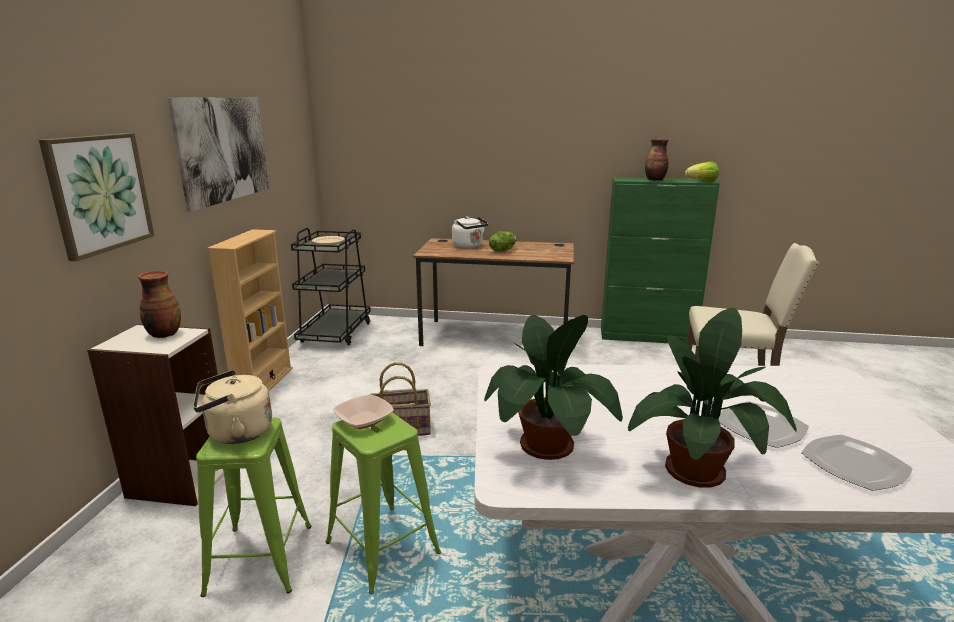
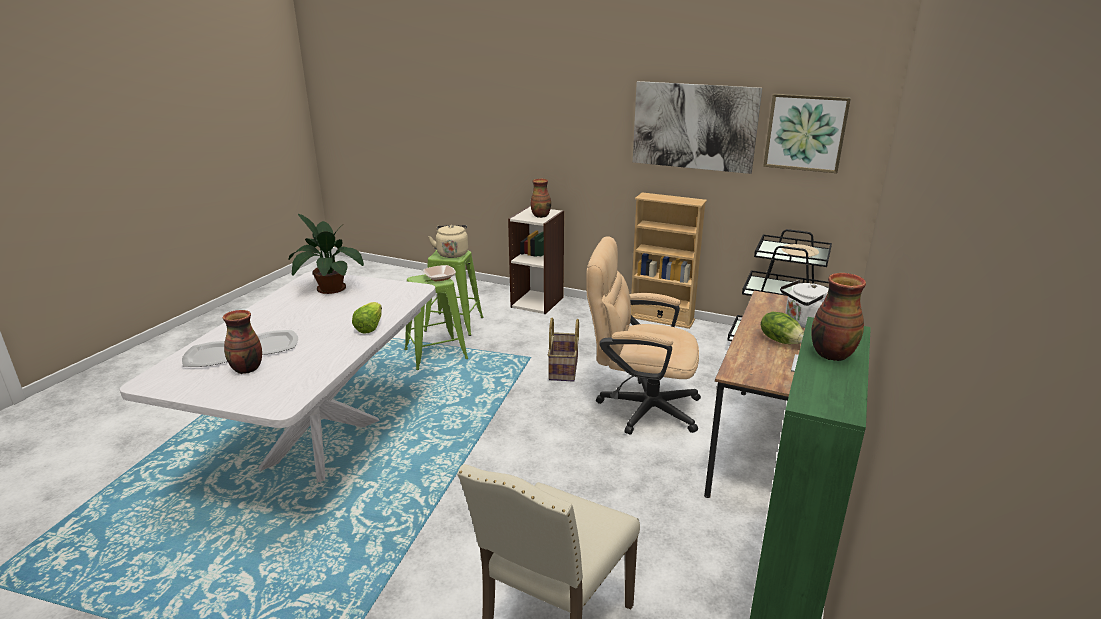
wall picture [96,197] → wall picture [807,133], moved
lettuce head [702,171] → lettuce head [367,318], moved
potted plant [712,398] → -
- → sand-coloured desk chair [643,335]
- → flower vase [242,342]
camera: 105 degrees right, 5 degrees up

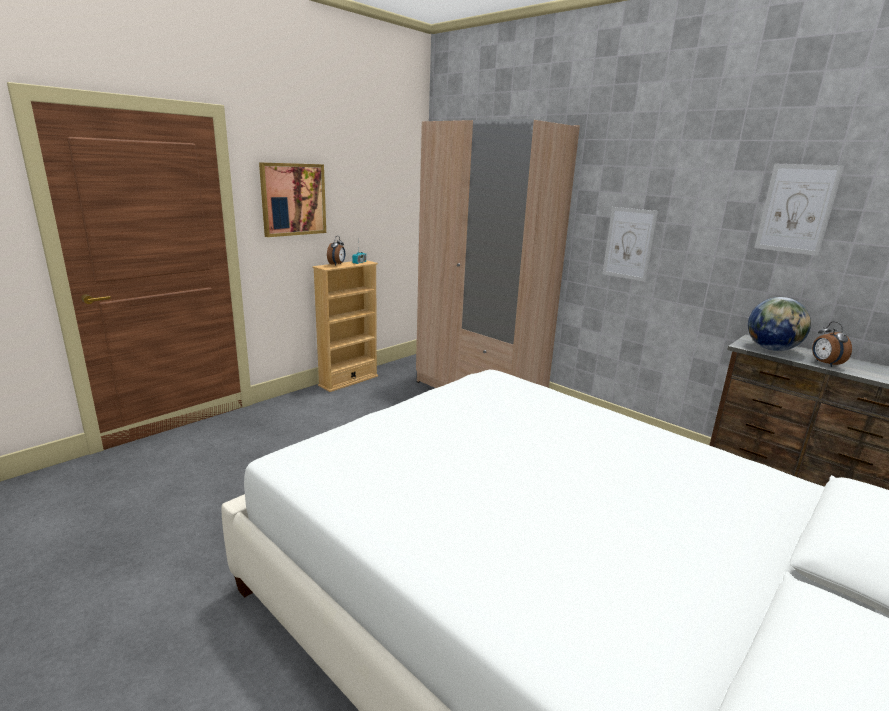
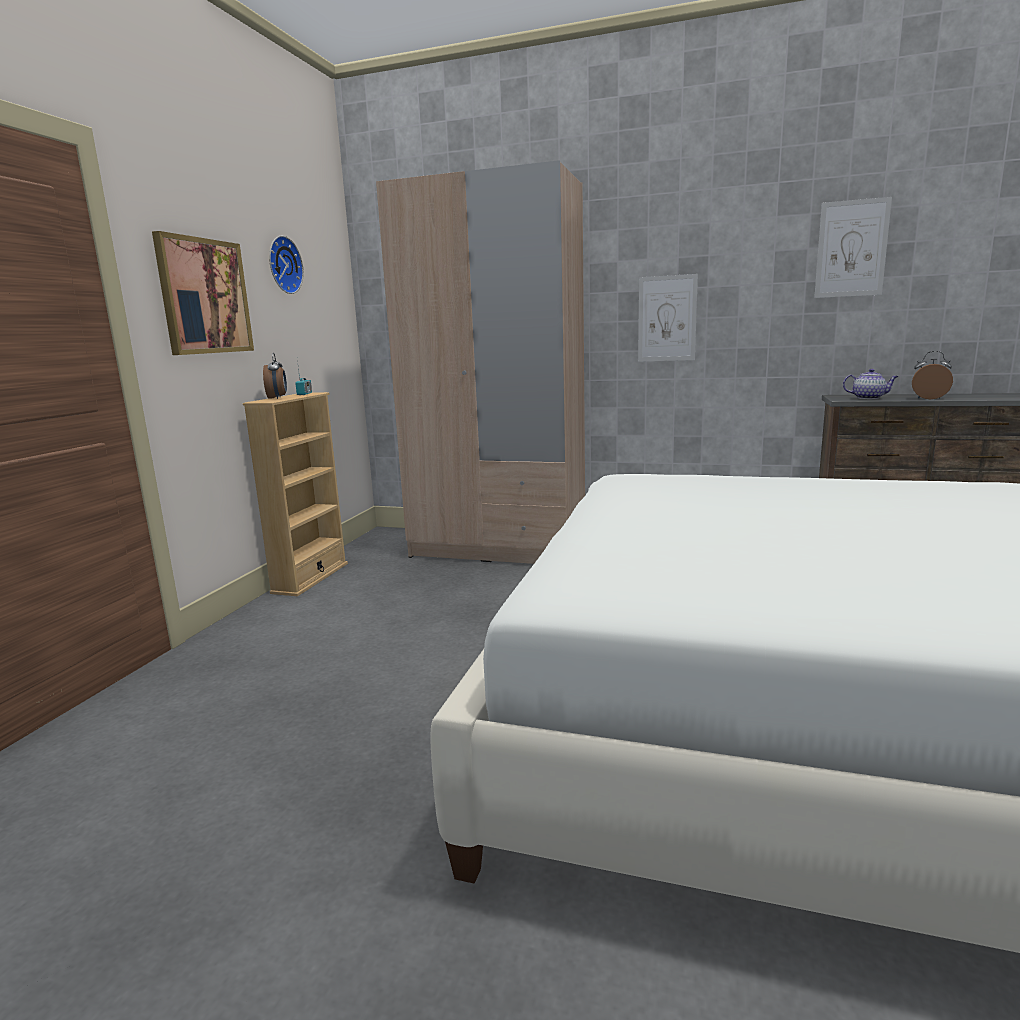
world globe [779,324] → pot for tea [870,384]
bedside clock [832,344] → bedside clock [932,375], 150 degrees clockwise
- → wall clock [286,265]
camera: 25 degrees left, 5 degrees down

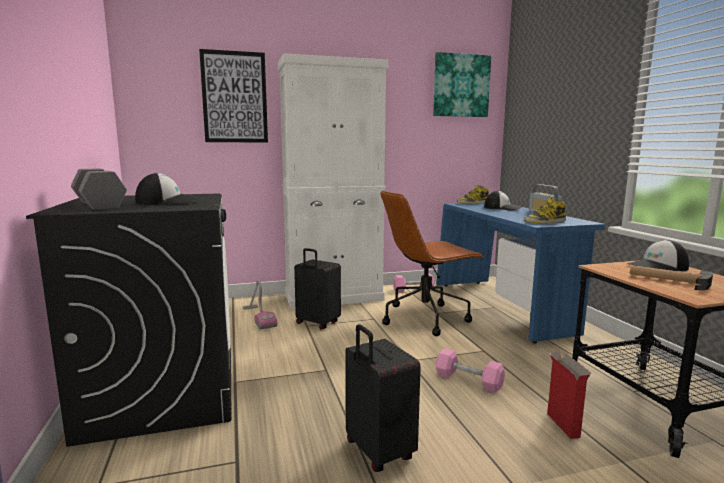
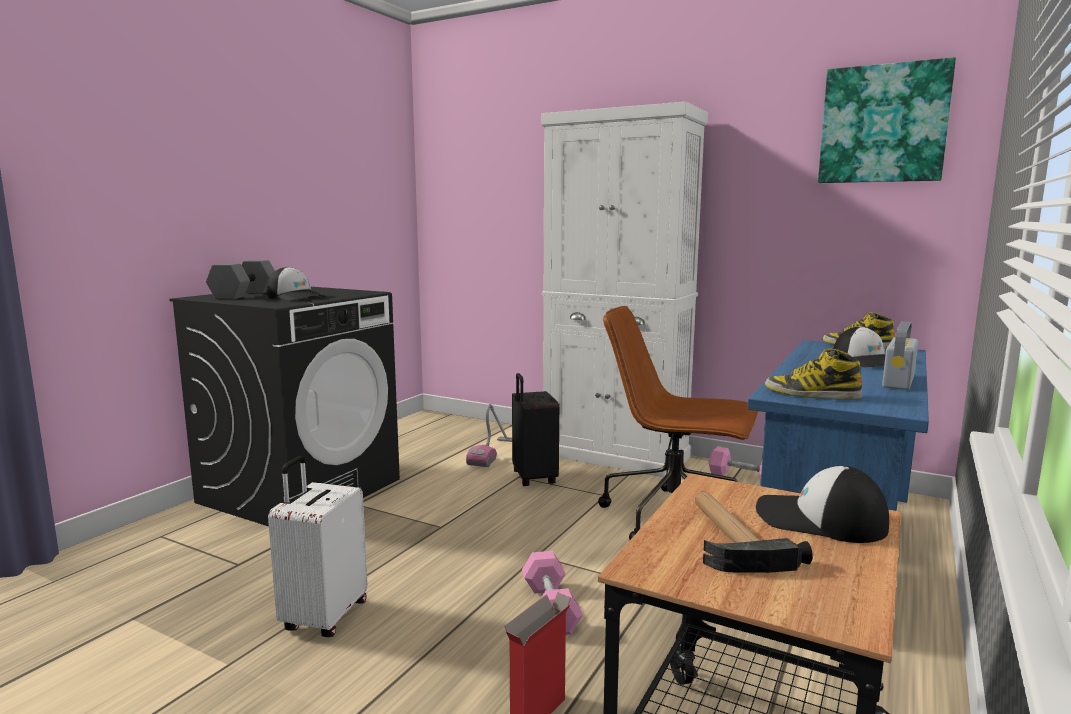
wall picture [233,96] → -
black-coloured suitcase [383,398] → white suitcase [318,546]
camera: 45 degrees right, 0 degrees up

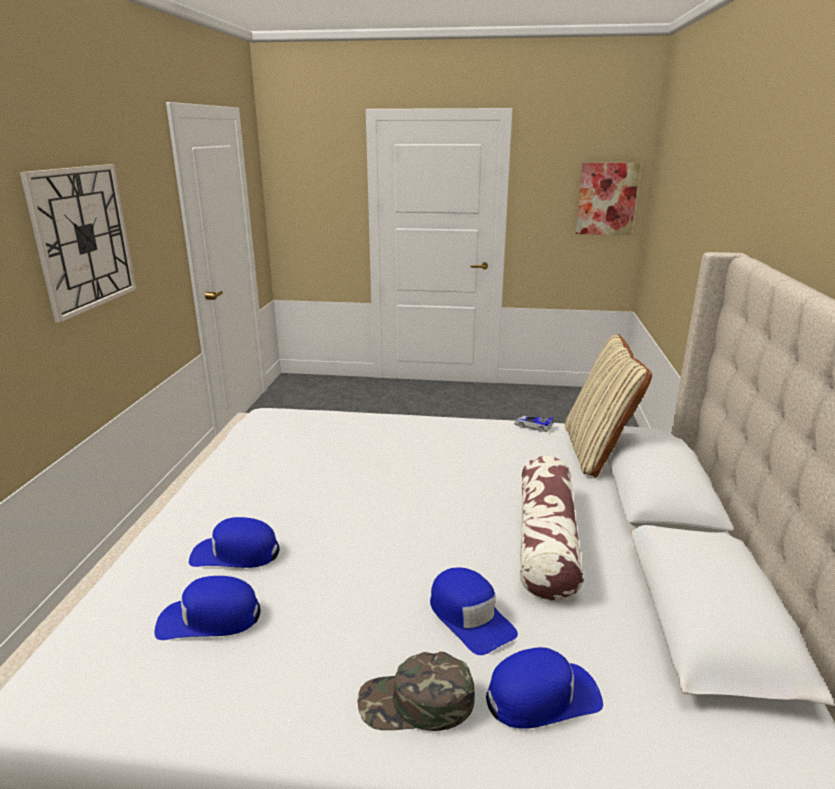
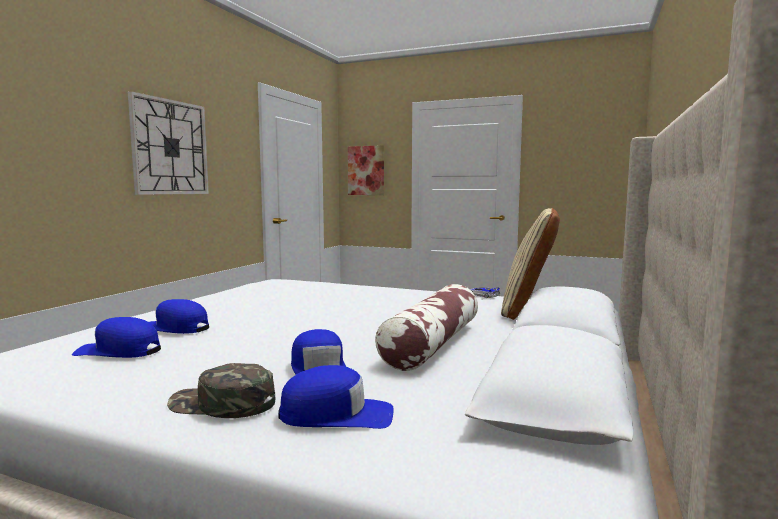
wall picture [608,199] → wall picture [366,170], moved
camera: 15 degrees right, 15 degrees down

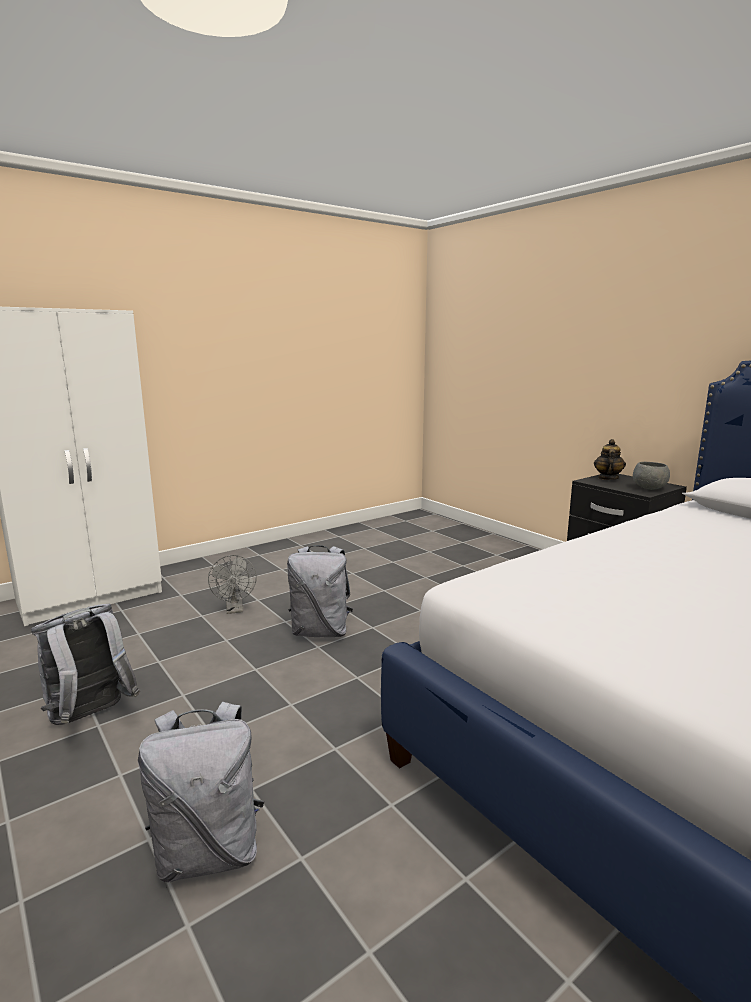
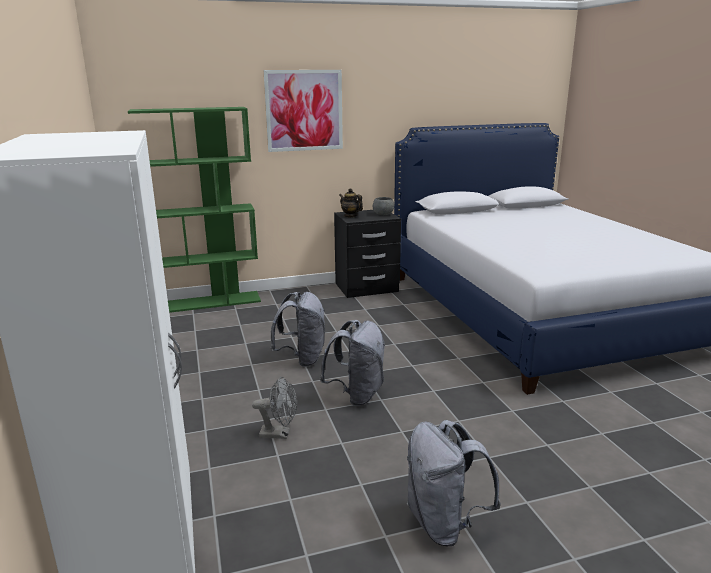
gray backpack [201,792] → gray backpack [297,329], moved
- → wall picture [303,111]
- → green bookshelf [194,210]
camera: 70 degrees left, 5 degrees up

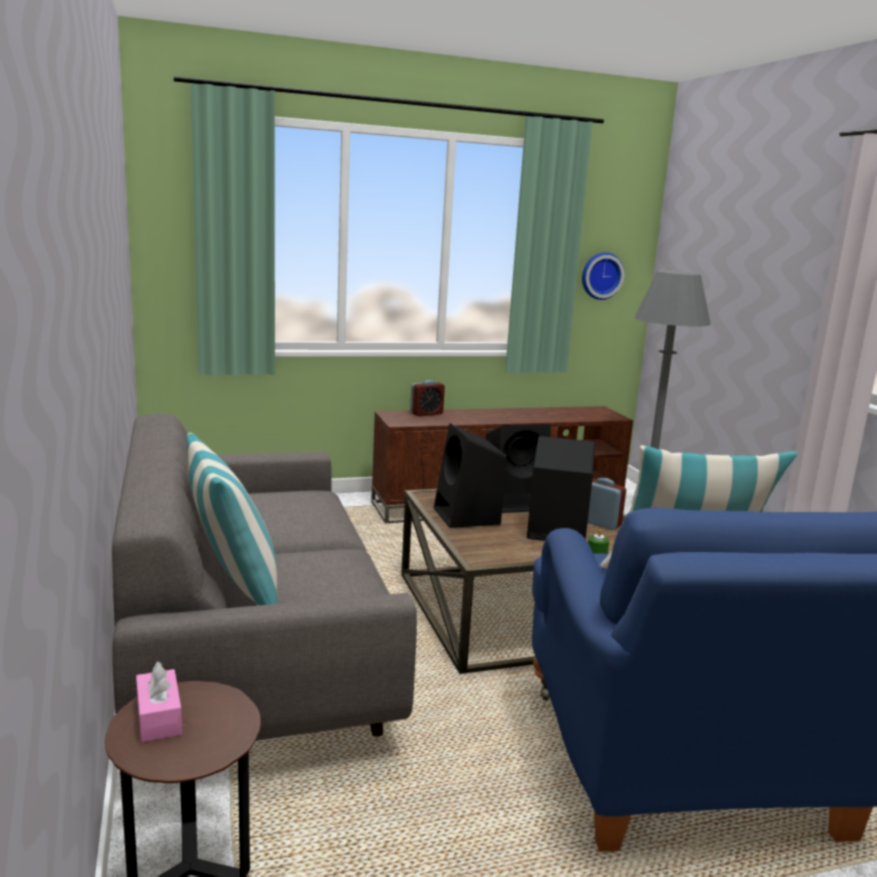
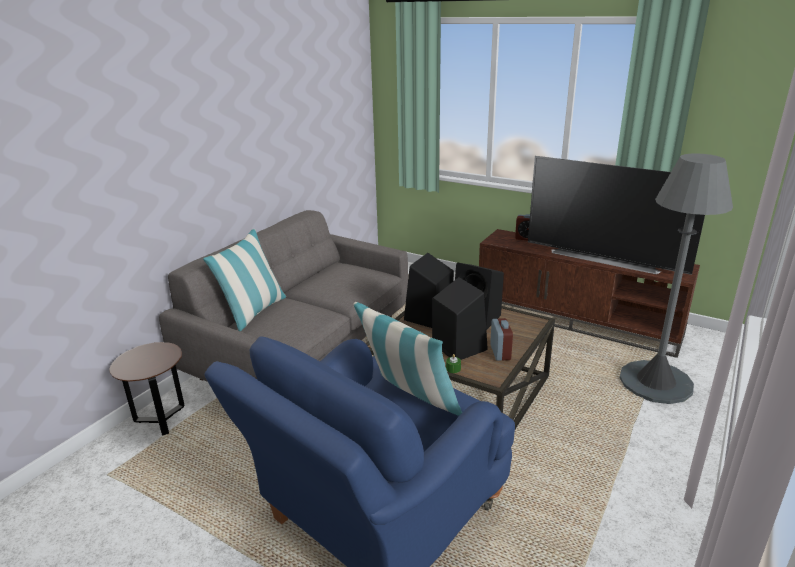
wall clock [603,276] → -
pink tissue box [159,702] → -
- → TV [616,215]
camera: 50 degrees right, 10 degrees up

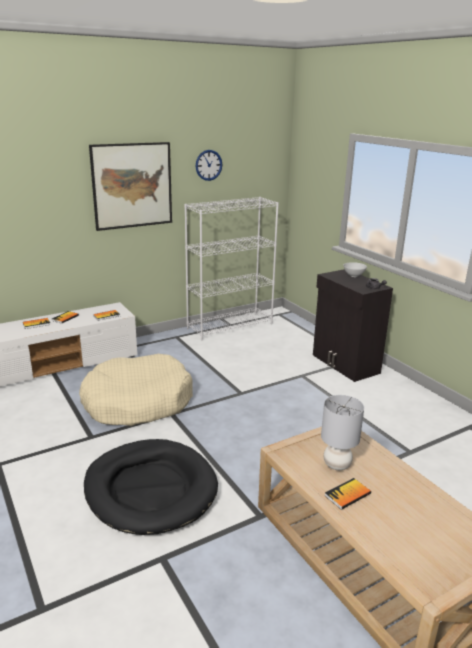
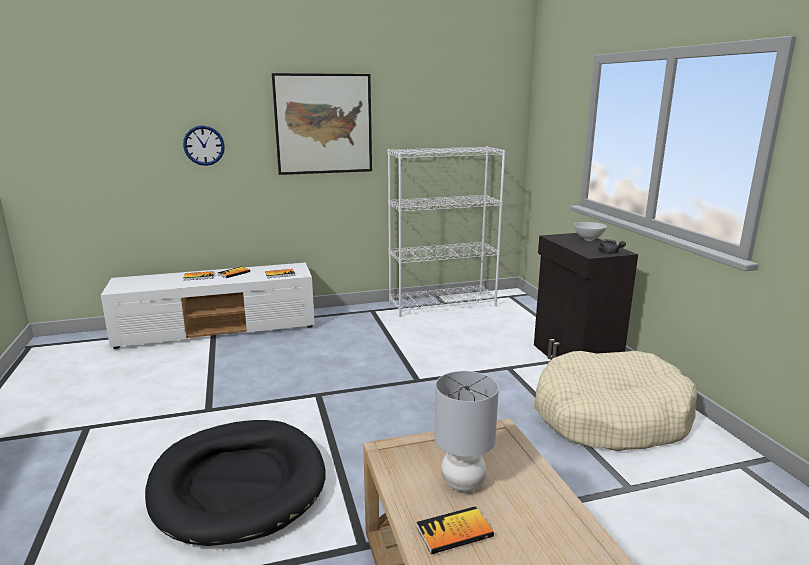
wall clock [209,165] → wall clock [204,145], moved
sand-coloured dog cushion [136,390] → sand-coloured dog cushion [615,401], moved
camera: 15 degrees right, 5 degrees down

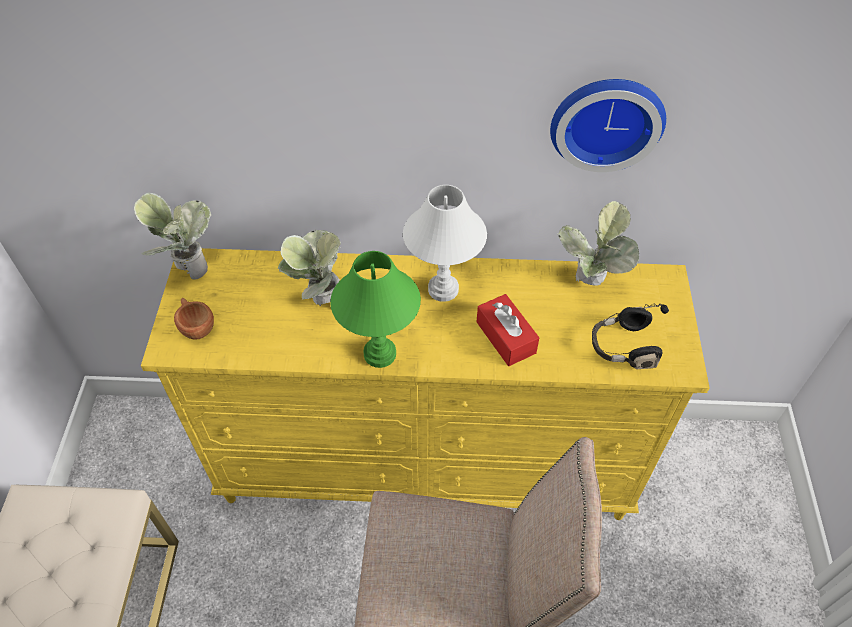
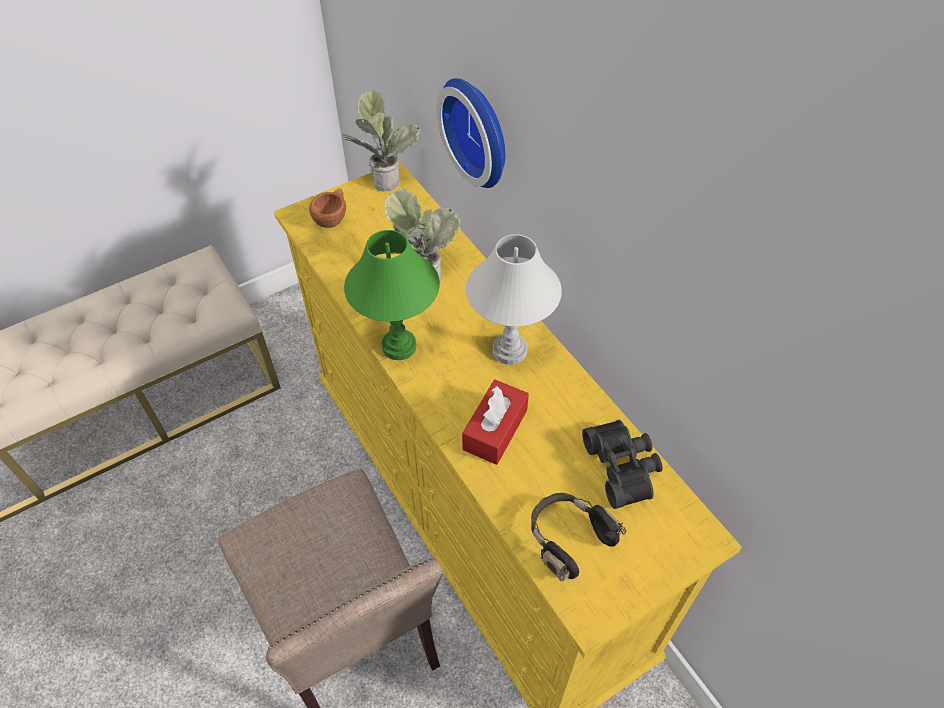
wall clock [608,125] → wall clock [470,133], moved
potted plant [598,243] → black-coloured pair of binoculars [622,464]
camera: 55 degrees right, 0 degrees up

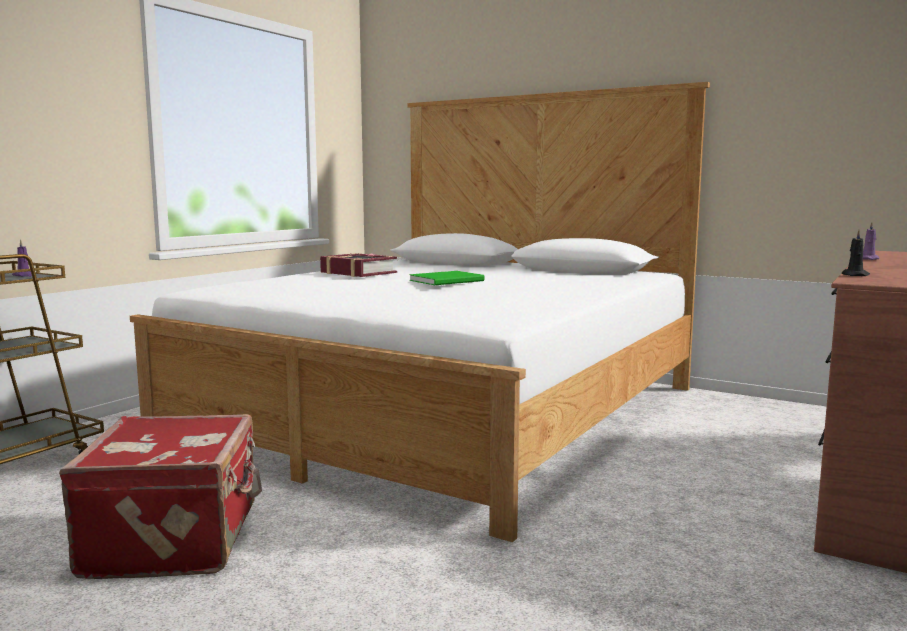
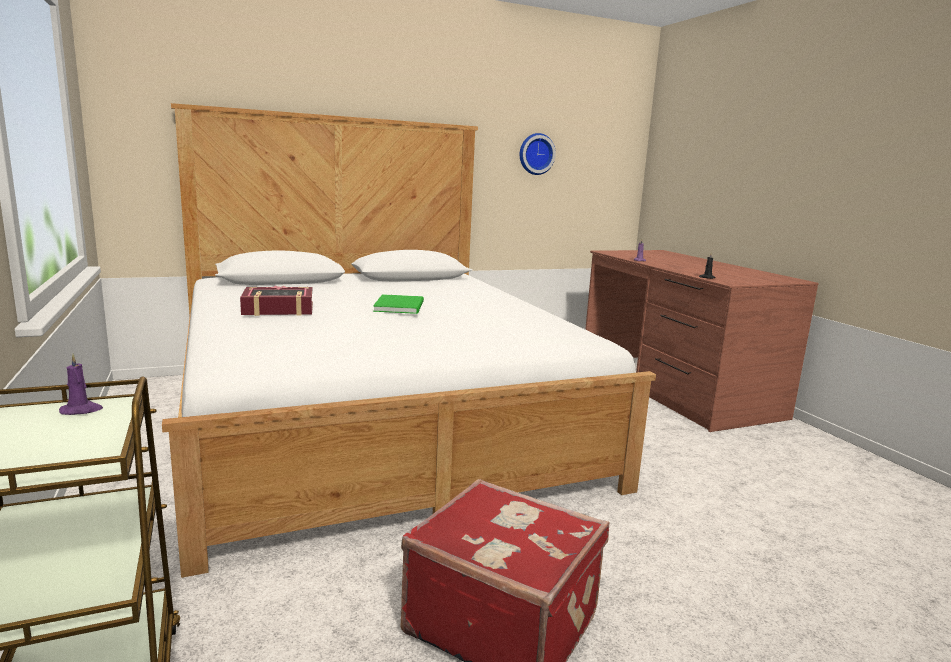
- → wall clock [538,154]
camera: 55 degrees left, 5 degrees up

